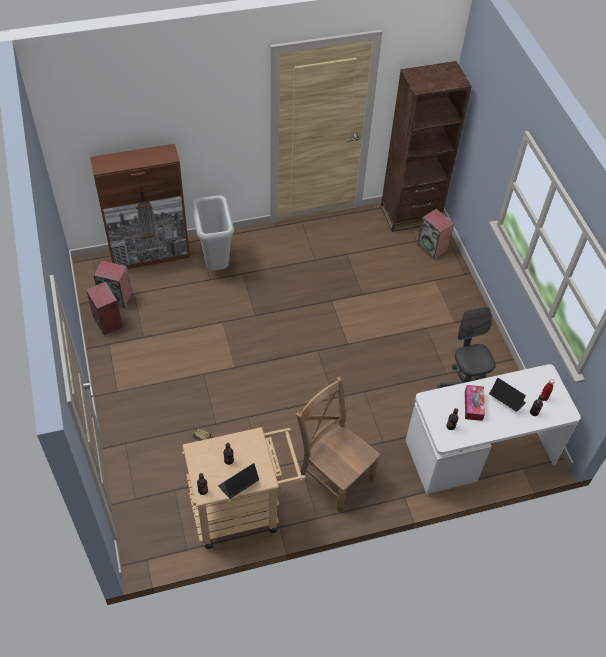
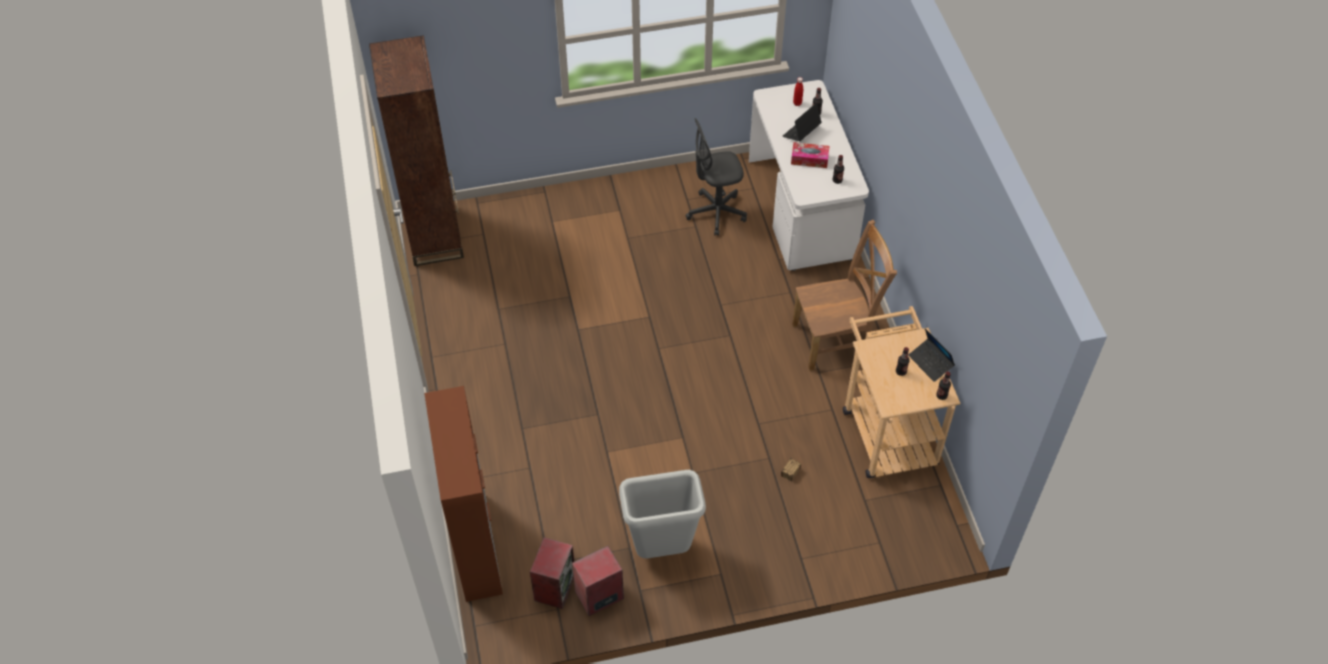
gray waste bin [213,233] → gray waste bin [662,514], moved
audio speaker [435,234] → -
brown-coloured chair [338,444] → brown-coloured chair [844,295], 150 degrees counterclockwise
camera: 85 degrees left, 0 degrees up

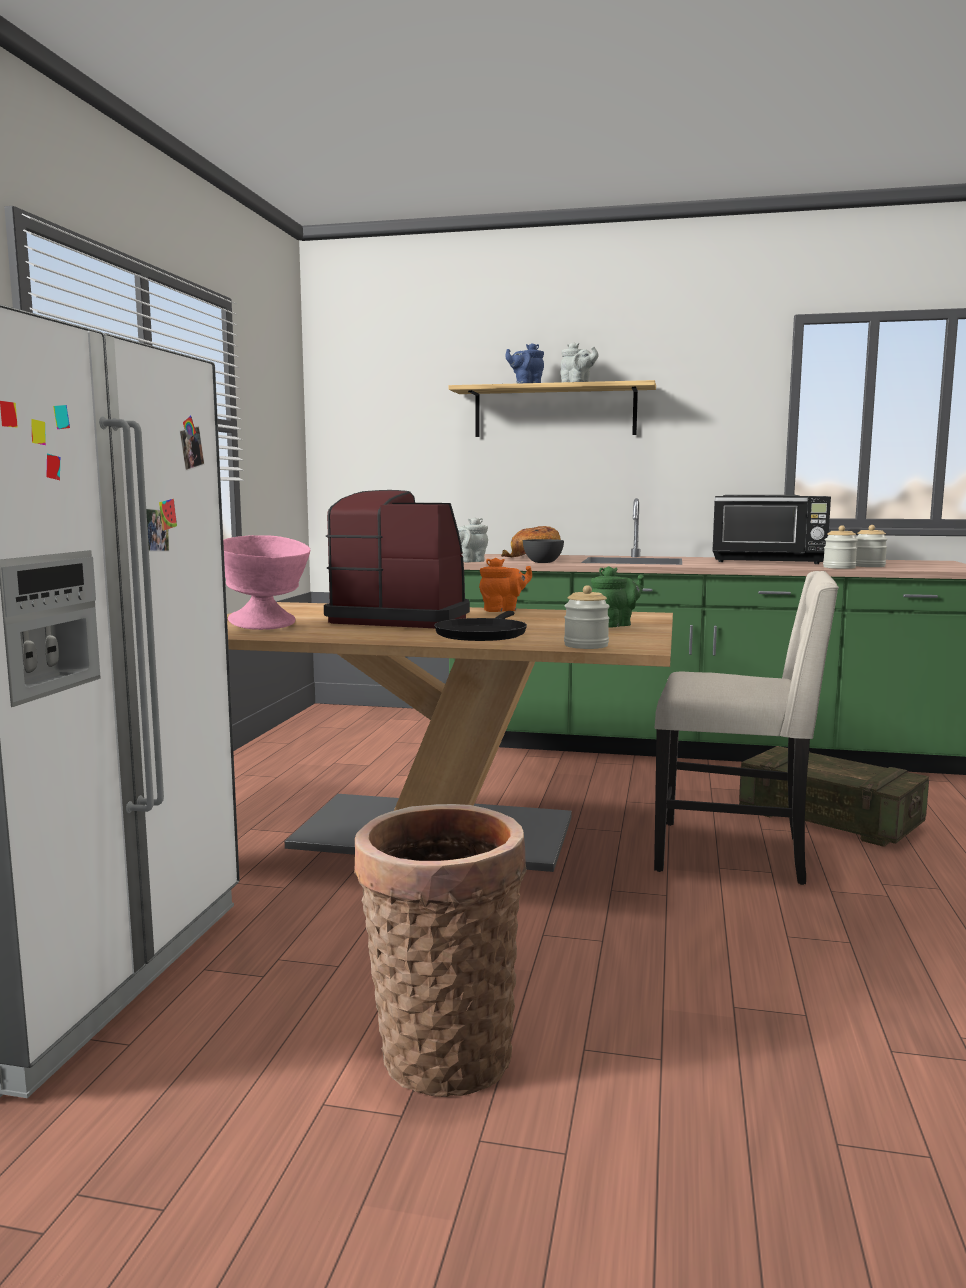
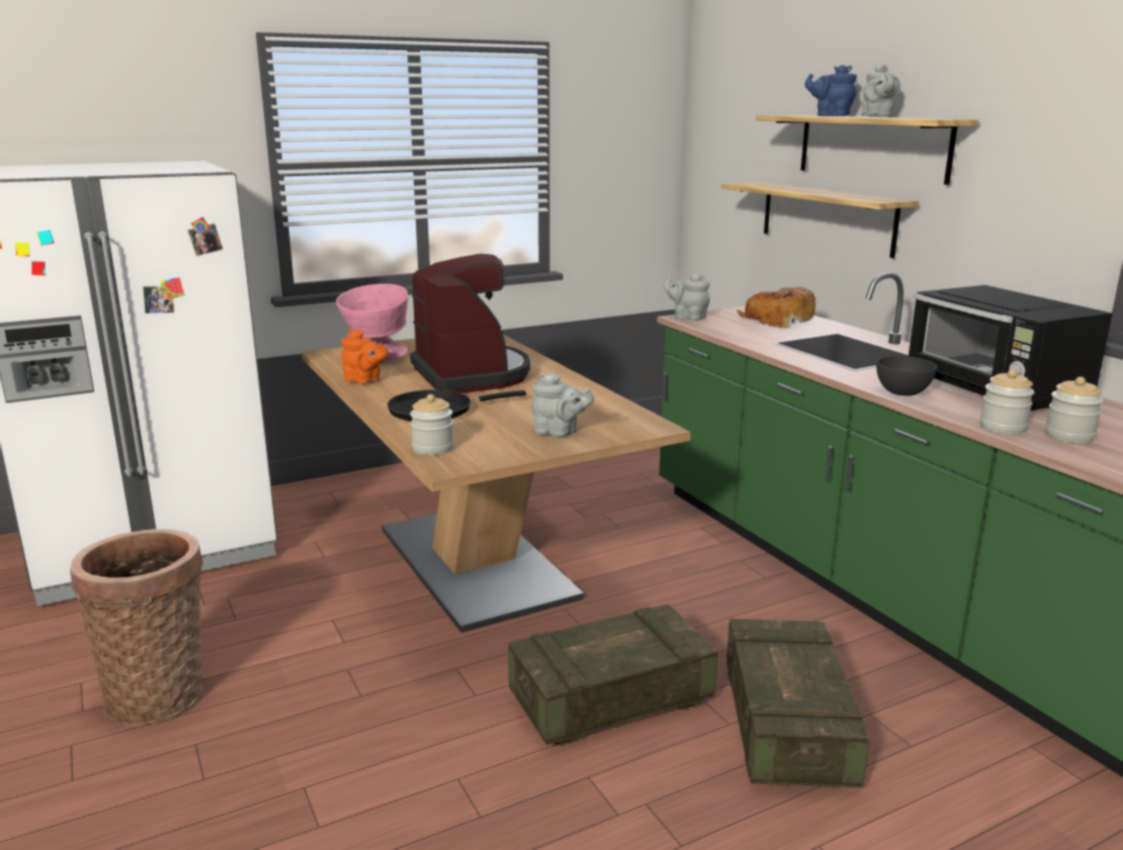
gray serving bowl [543,551] → gray serving bowl [906,376], moved
orangey pot for tea [505,585] → orangey pot for tea [364,356], moved
green pot for tea [617,597] → gray pot for tea [562,405]
sand-coloured chair [746,728] → packing crate [613,674]
- → bracket shelf [820,220]
camera: 50 degrees right, 10 degrees up

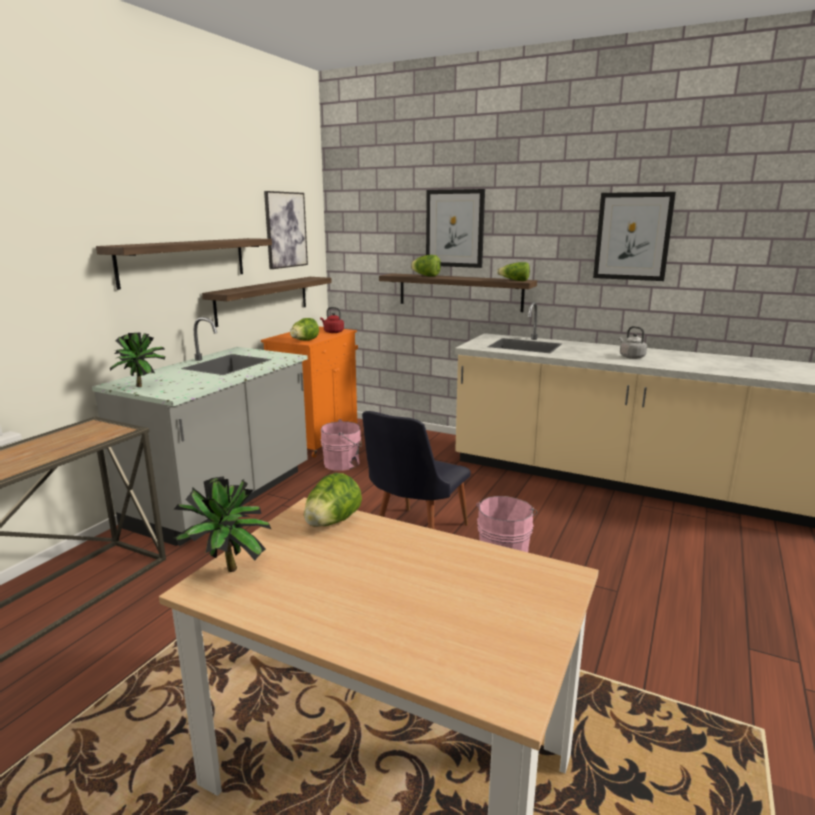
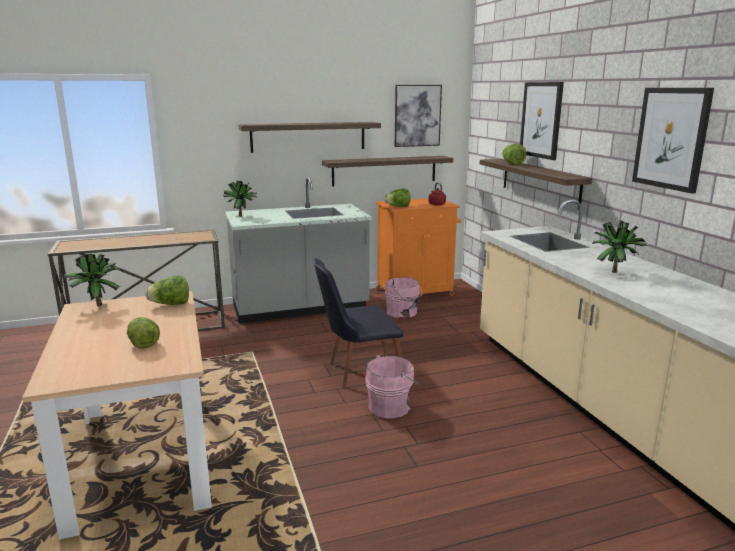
lettuce head [513,271] → lettuce head [143,333], moved
gray kettle [633,342] → potted plant [619,246]
camera: 45 degrees right, 0 degrees up

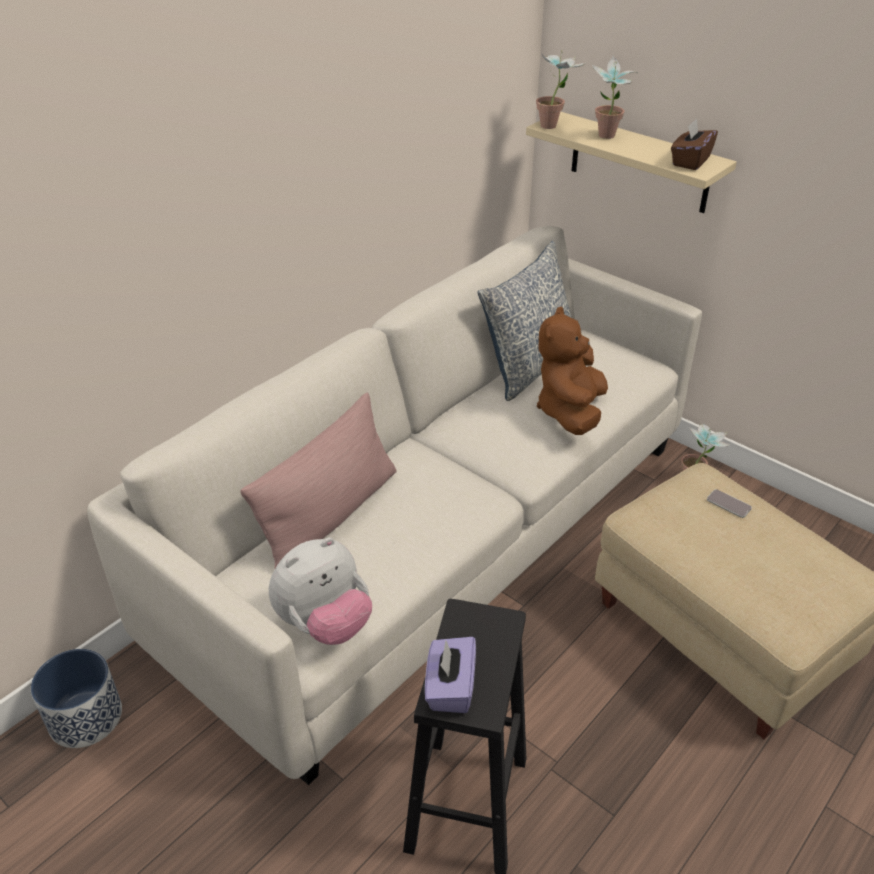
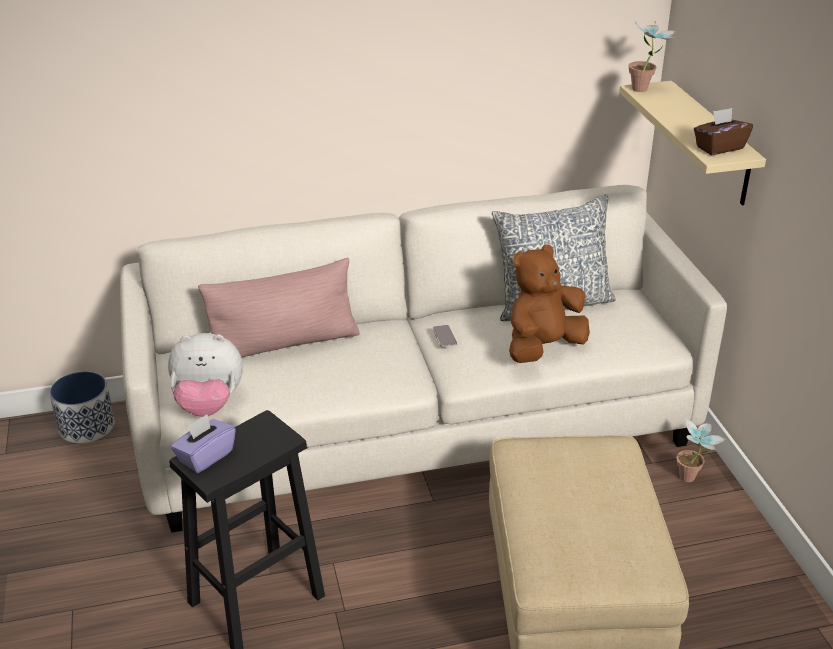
potted plant [615,97] → -
handset [729,503] → handset [445,336], moved
camera: 35 degrees right, 5 degrees down

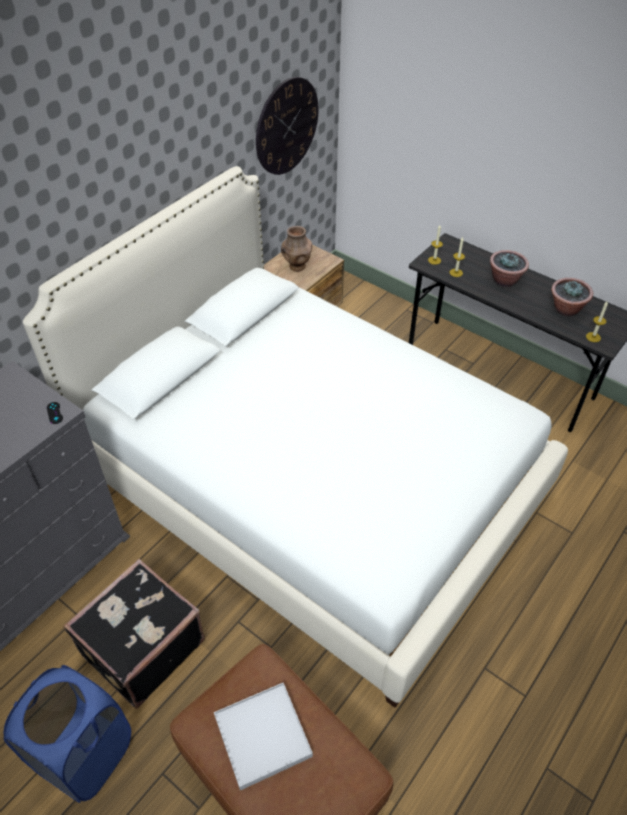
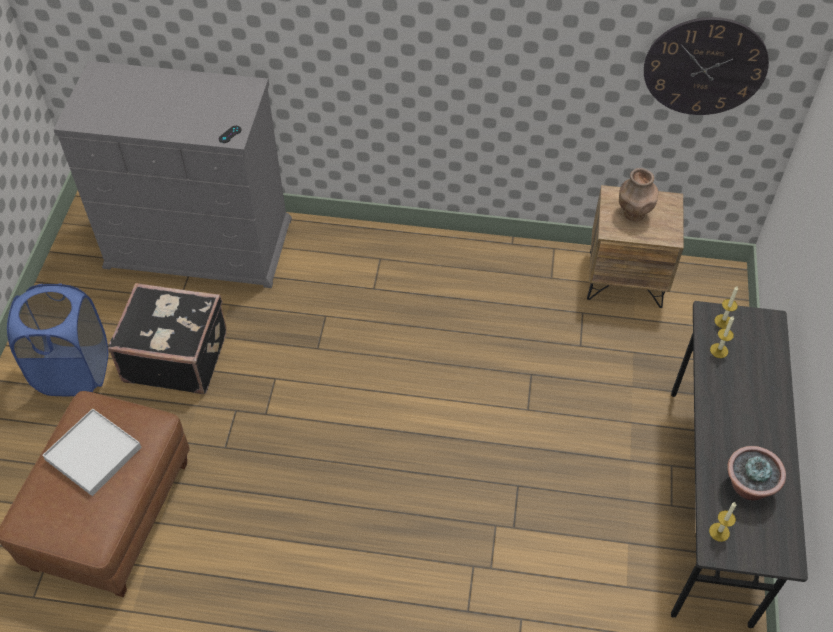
white bed [295,437] → -
potted plant [509,268] → -
camera: 60 degrees right, 5 degrees up

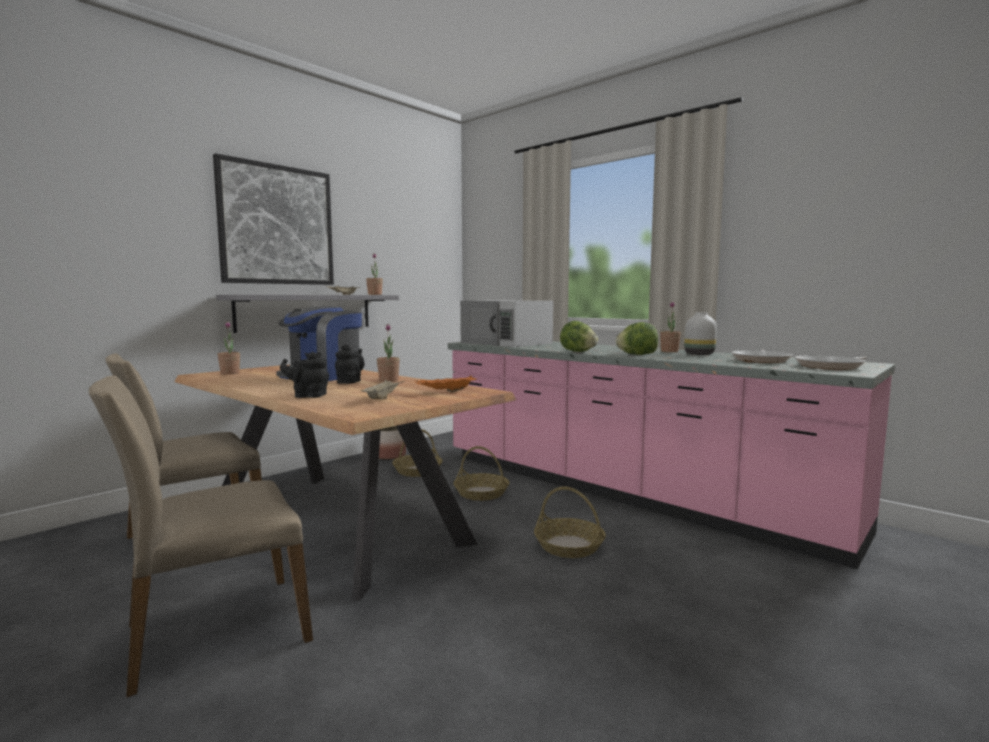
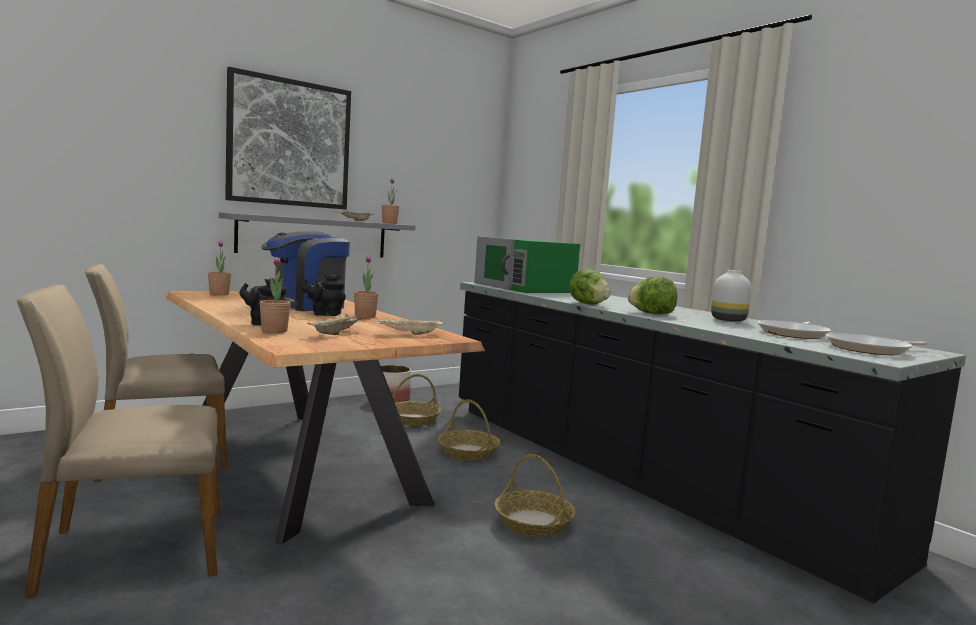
white kitchen microwave [506,324] → green kitchen microwave [527,264]
potted plant [670,326] → potted plant [275,295], moved
pink counter [671,455] → black-coloured counter [712,442]
black-coloured pot for tea [350,364] → black-coloured pot for tea [323,295], 120 degrees counterclockwise
orangey tray [446,384] → sand-coloured tray [410,326]
camera: 10 degrees right, 0 degrees up

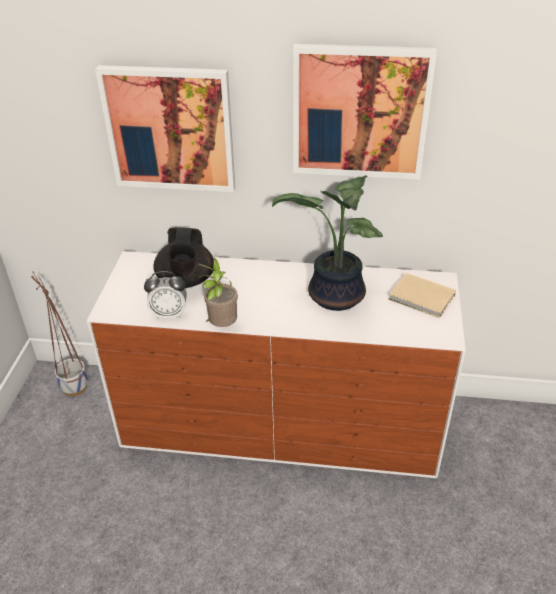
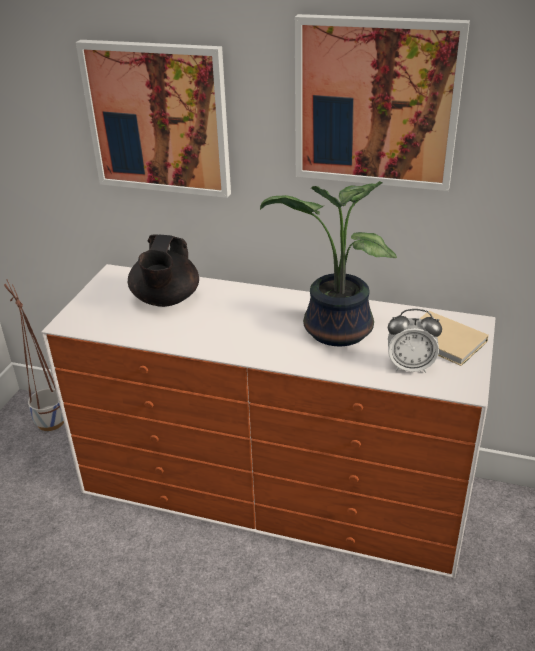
potted plant [217,292] → -
bedside clock [165,295] → bedside clock [415,341], moved
camera: 10 degrees right, 5 degrees down

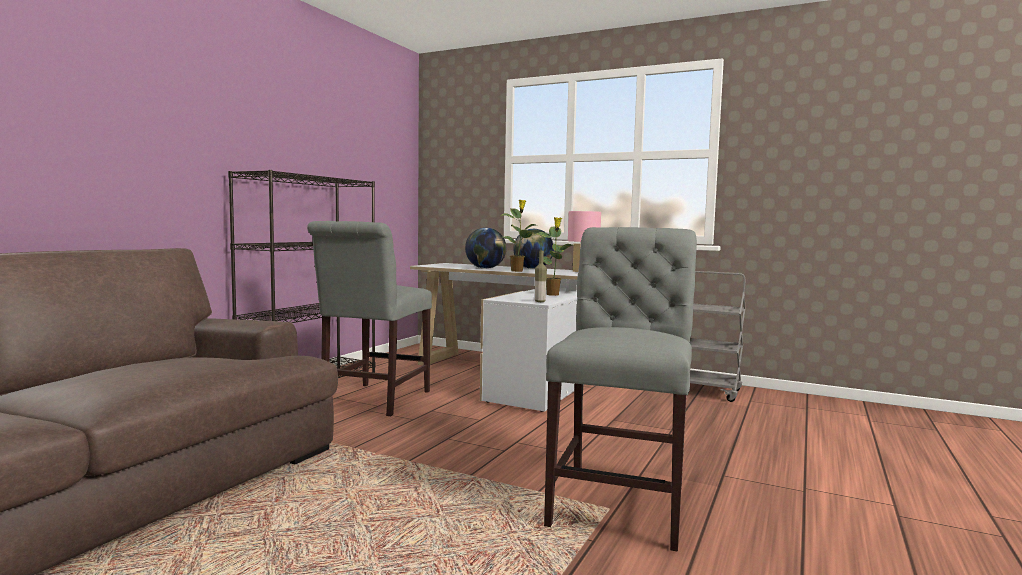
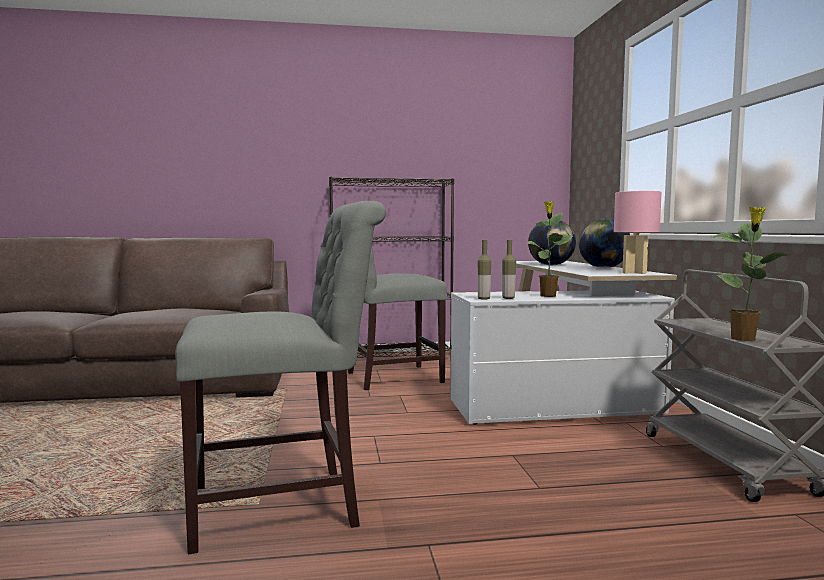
potted plant [517,236] → potted plant [751,274], moved
- → bottle [509,269]
camera: 55 degrees right, 0 degrees up

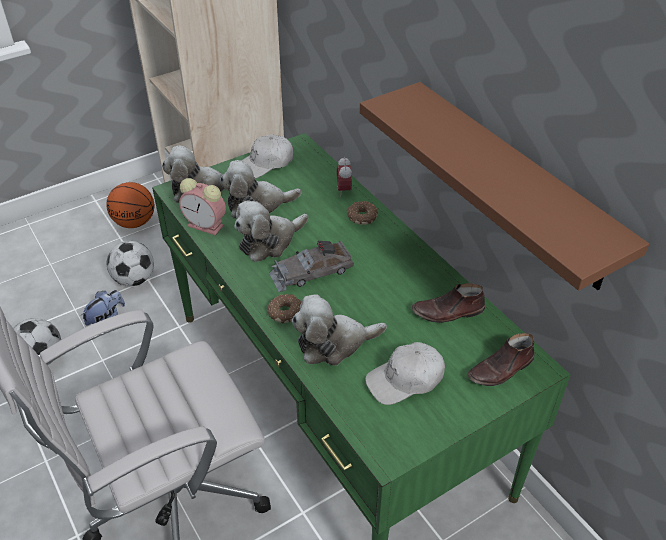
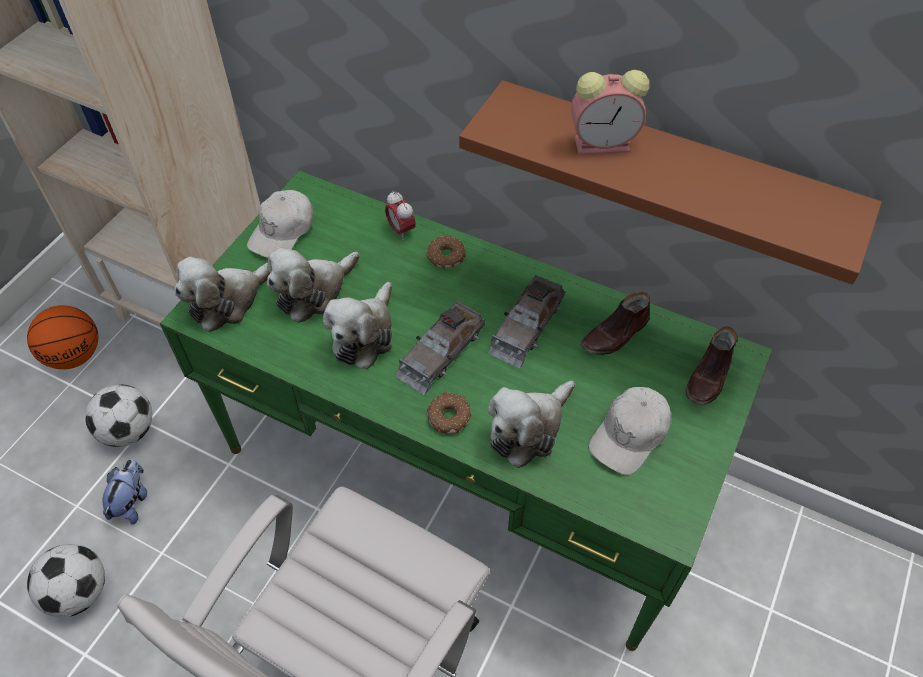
bedside clock [202,206] → bedside clock [610,112], moved
- → gray model car [526,322]
camera: 30 degrees left, 10 degrees up

